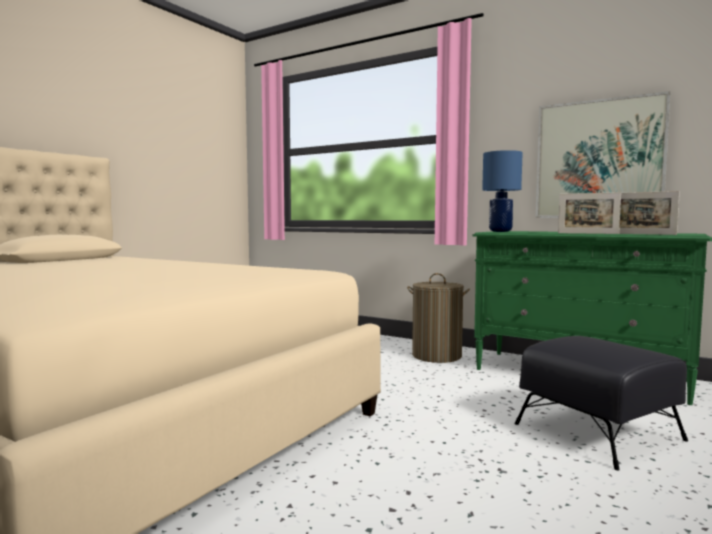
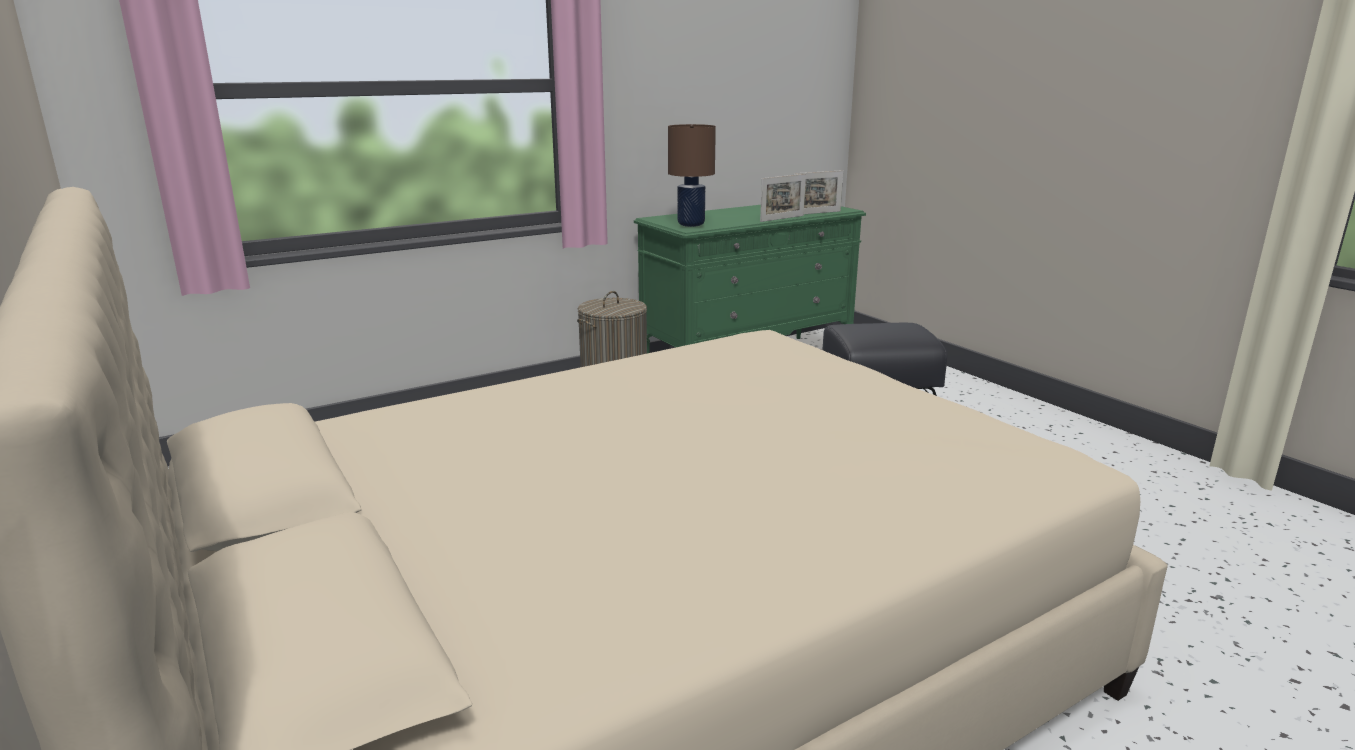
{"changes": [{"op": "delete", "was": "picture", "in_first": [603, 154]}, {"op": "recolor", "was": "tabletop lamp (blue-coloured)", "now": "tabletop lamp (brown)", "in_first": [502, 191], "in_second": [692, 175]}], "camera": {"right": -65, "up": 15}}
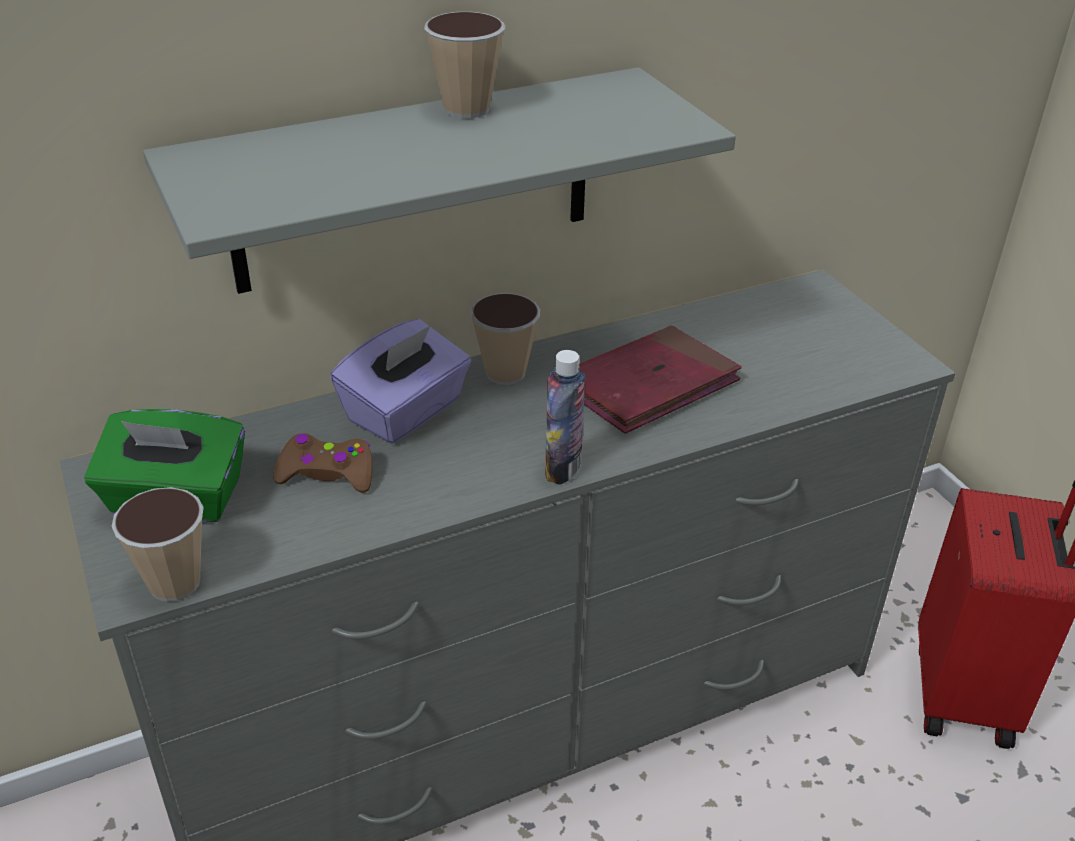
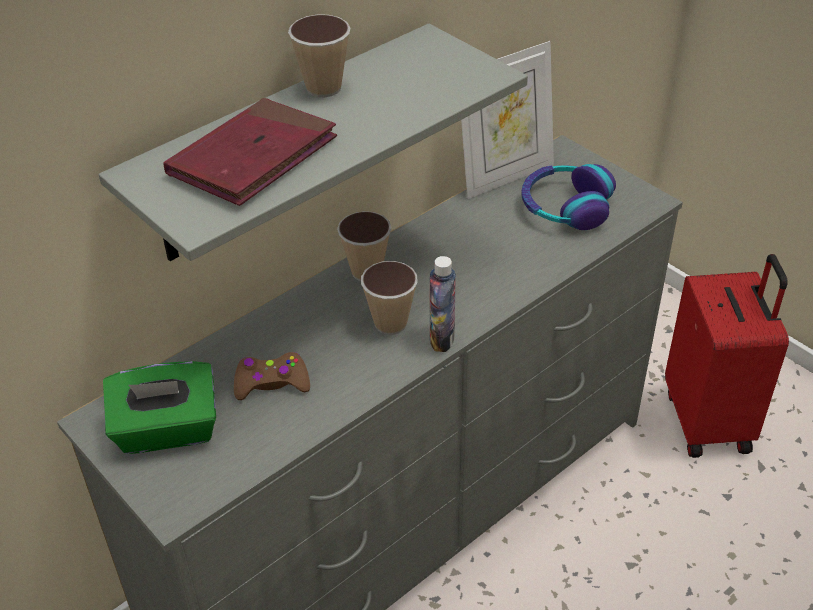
{"changes": [{"op": "delete", "was": "box of tissues (purplish)", "in_first": [400, 381]}, {"op": "insert", "now": "photo frame", "in_second": [507, 120]}, {"op": "insert", "now": "headphones", "in_second": [568, 197]}, {"op": "move", "was": "small cup", "in_first": [158, 544], "in_second": [389, 298]}, {"op": "move", "was": "book (red-coloured)", "in_first": [660, 379], "in_second": [250, 152]}], "camera": {"right": -15, "up": 5}}
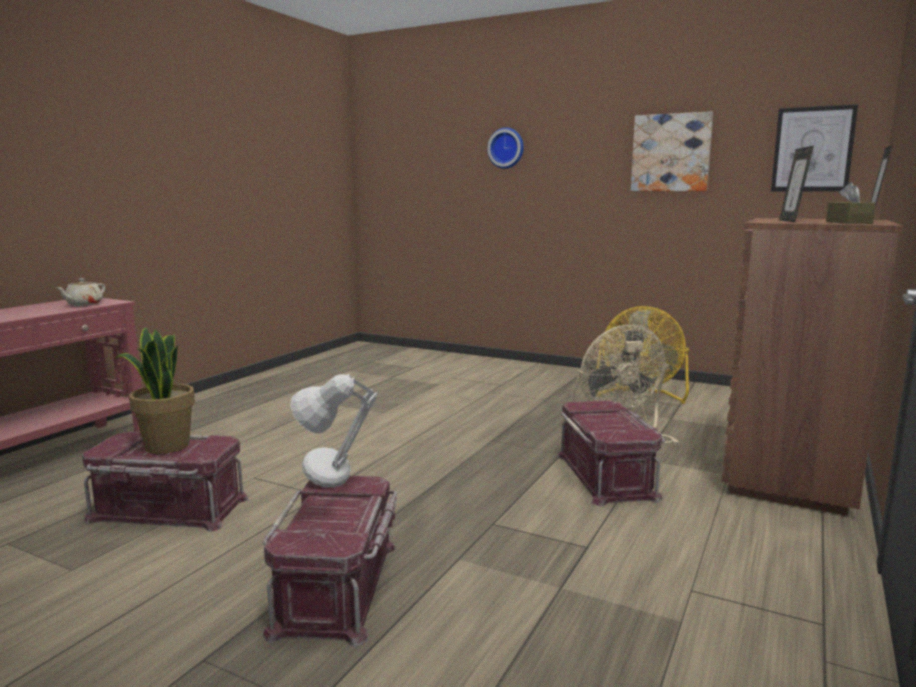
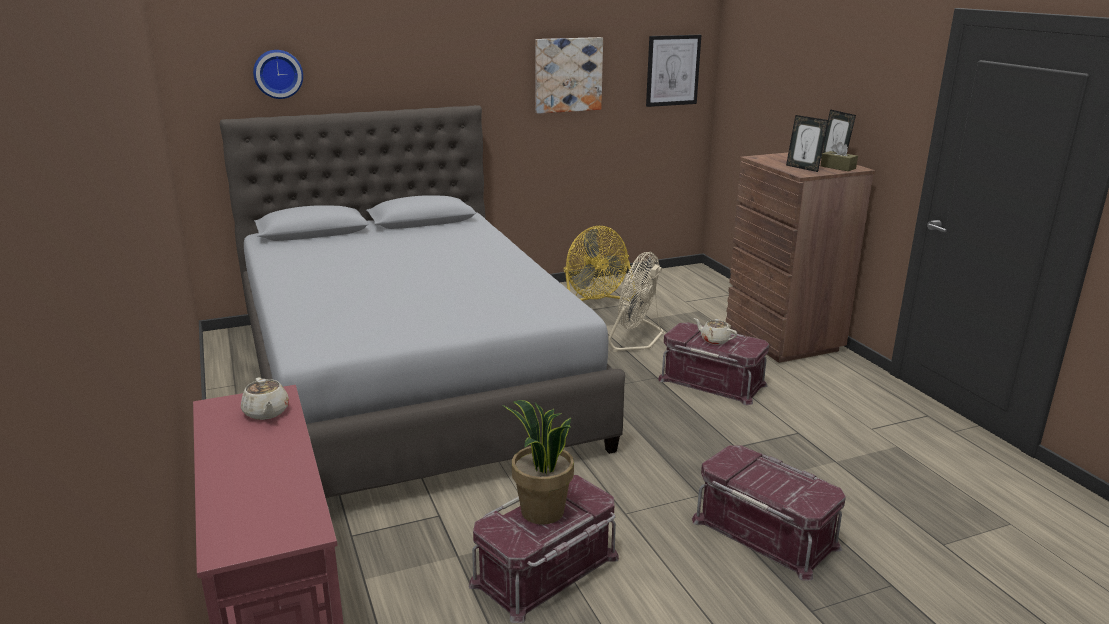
{"changes": [{"op": "delete", "was": "tabletop lamp (gray)", "in_first": [334, 431]}, {"op": "insert", "now": "bed (gray)", "in_second": [422, 301]}, {"op": "insert", "now": "tea pot (beige)", "in_second": [715, 331]}, {"op": "move", "was": "hanging clock", "in_first": [505, 148], "in_second": [278, 74]}], "camera": {"right": -50, "up": 10}}
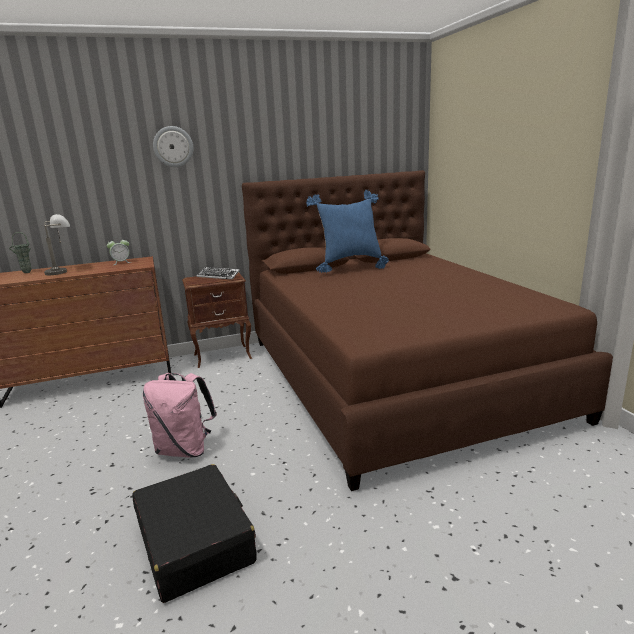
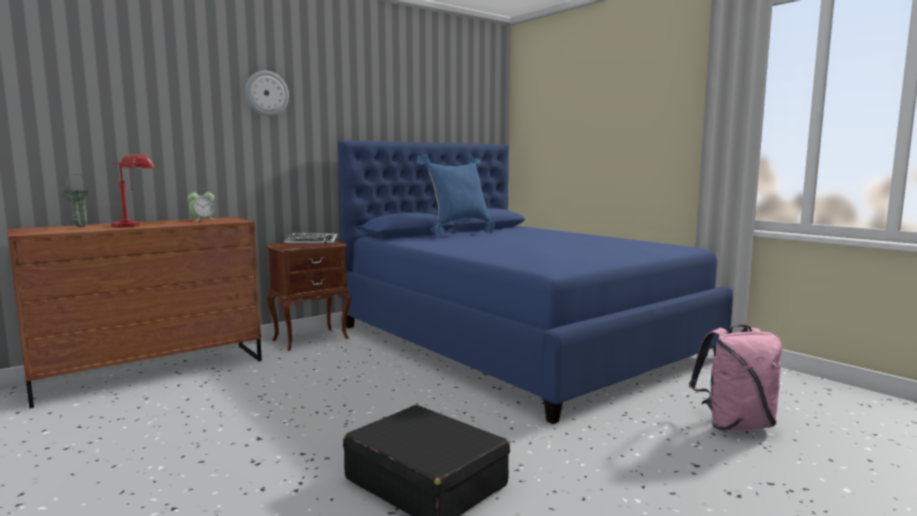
{"changes": [{"op": "move", "was": "rucksack (pink-coloured)", "in_first": [180, 415], "in_second": [735, 378]}, {"op": "recolor", "was": "tabletop lamp (gray)", "now": "tabletop lamp (red-coloured)", "in_first": [57, 244], "in_second": [133, 190]}, {"op": "recolor", "was": "bed (brown)", "now": "bed (blue-coloured)", "in_first": [427, 330], "in_second": [535, 282]}], "camera": {"right": -20, "up": -10}}
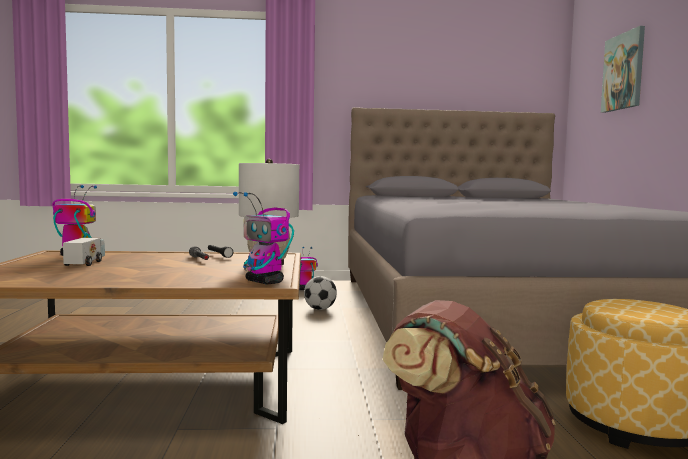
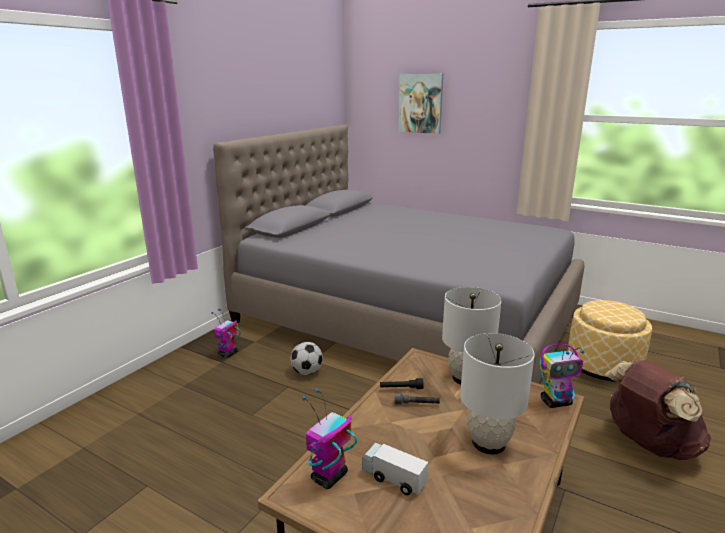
{"changes": [{"op": "insert", "now": "tabletop lamp (whitish)", "in_second": [497, 393]}], "camera": {"right": -55, "up": 15}}
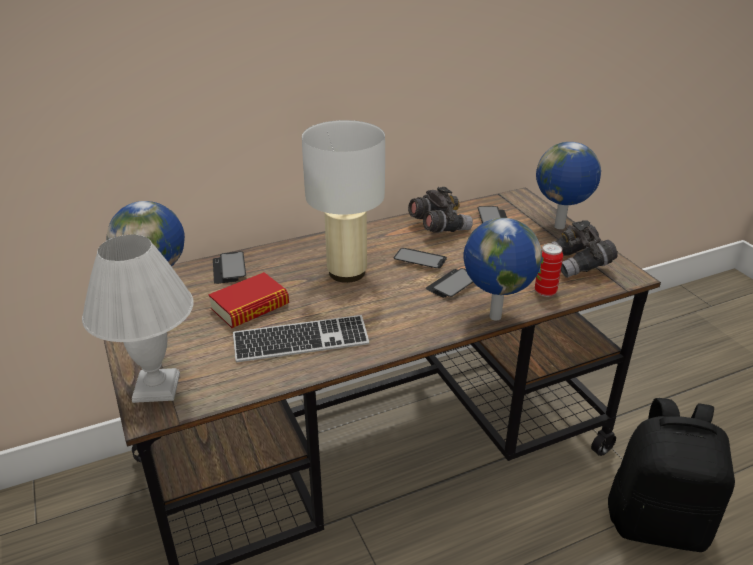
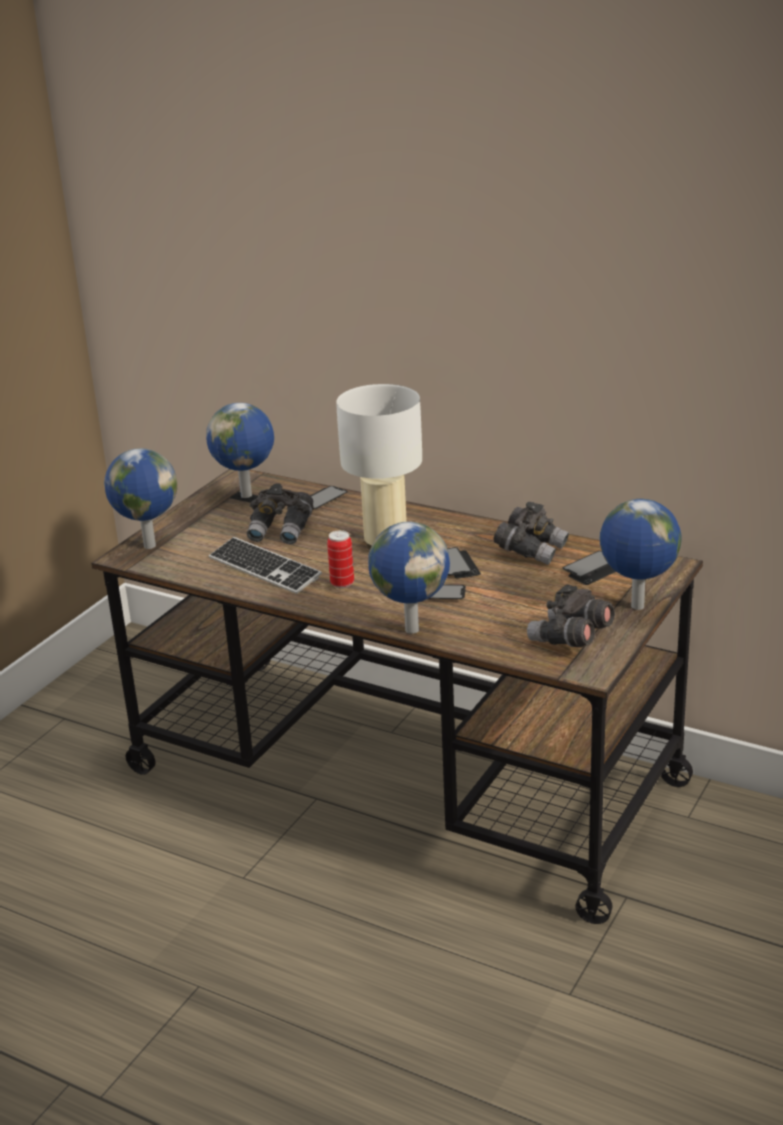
{"changes": [{"op": "delete", "was": "rucksack (black)", "in_first": [671, 475]}, {"op": "move", "was": "metal can", "in_first": [549, 270], "in_second": [340, 559]}, {"op": "replace", "was": "tabletop lamp (whitish)", "now": "globe", "in_first": [138, 319], "in_second": [141, 498]}, {"op": "replace", "was": "book", "now": "field glasses (gray)", "in_first": [249, 300], "in_second": [280, 513]}], "camera": {"right": 55, "up": -5}}
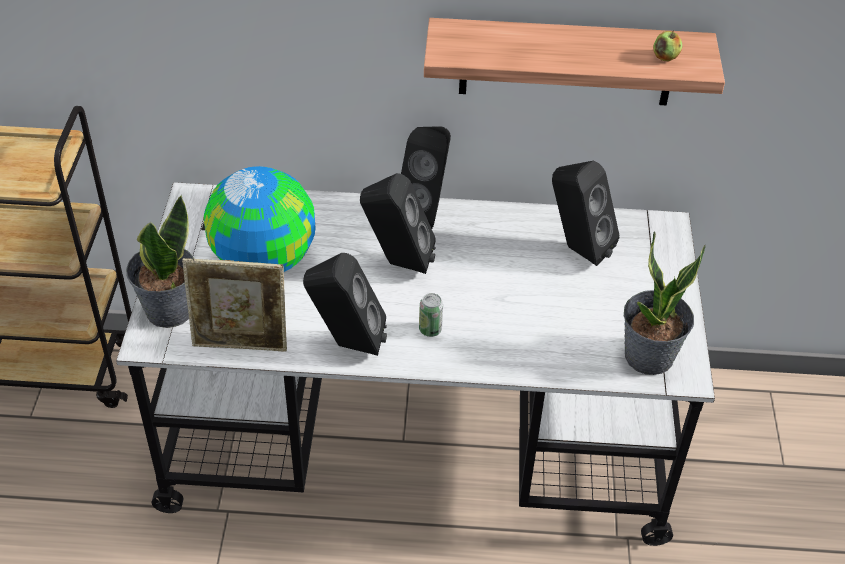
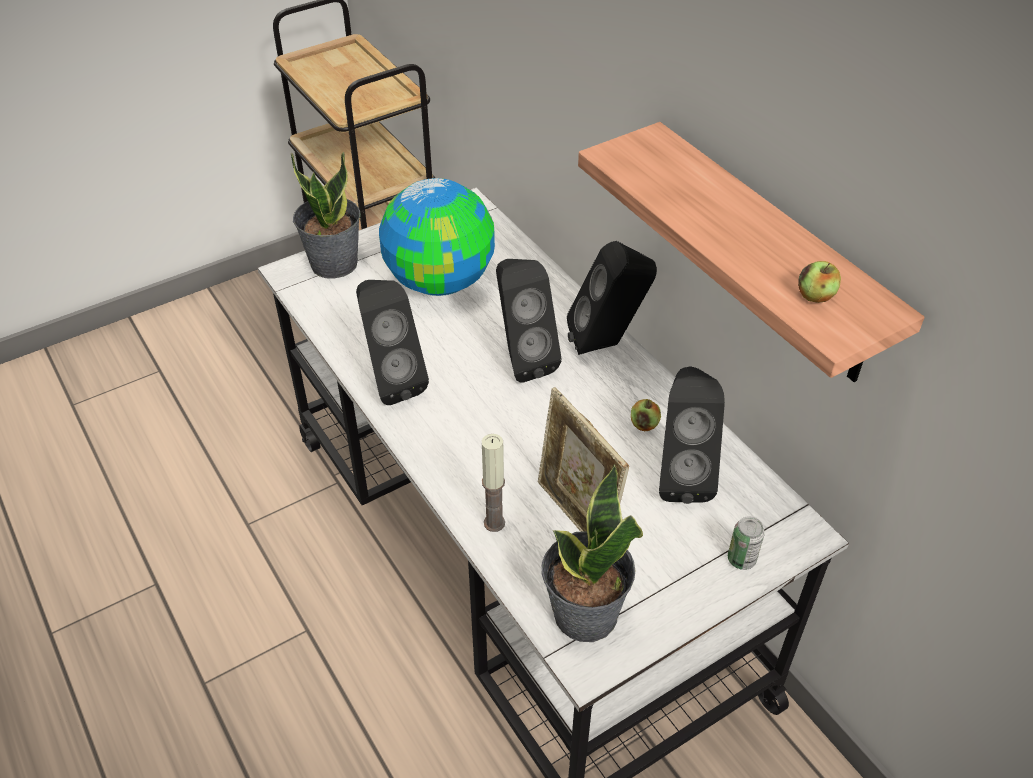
{"changes": [{"op": "insert", "now": "wax light", "in_second": [493, 483]}, {"op": "insert", "now": "whole apple", "in_second": [646, 415]}, {"op": "move", "was": "photo frame", "in_first": [234, 305], "in_second": [583, 459]}, {"op": "move", "was": "metal can", "in_first": [431, 315], "in_second": [746, 543]}], "camera": {"right": 55, "up": 0}}
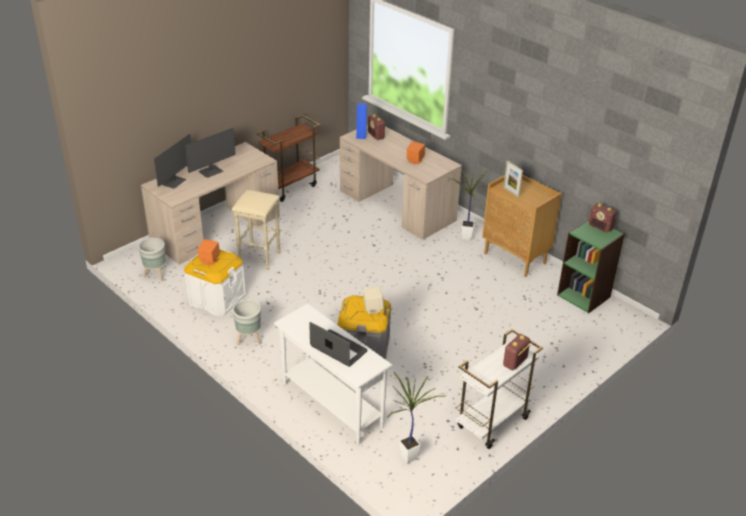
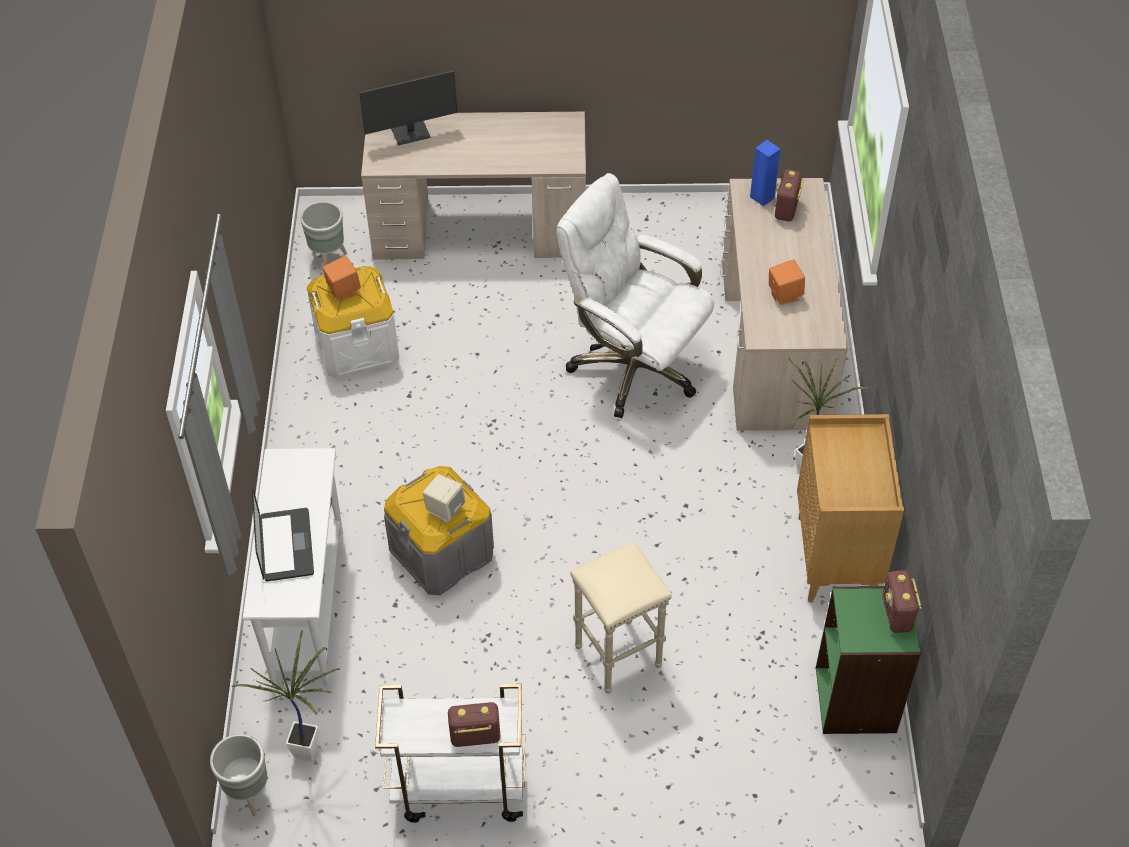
{"changes": [{"op": "delete", "was": "computer display", "in_first": [210, 153]}, {"op": "delete", "was": "wheeled cart (brown)", "in_first": [288, 158]}, {"op": "delete", "was": "photo frame", "in_first": [513, 179]}, {"op": "insert", "now": "office chair (whitish)", "in_second": [635, 295]}, {"op": "move", "was": "stool seat (beige)", "in_first": [256, 230], "in_second": [621, 618]}, {"op": "move", "was": "flower pot (gray)", "in_first": [247, 322], "in_second": [239, 775]}], "camera": {"right": 45, "up": 15}}
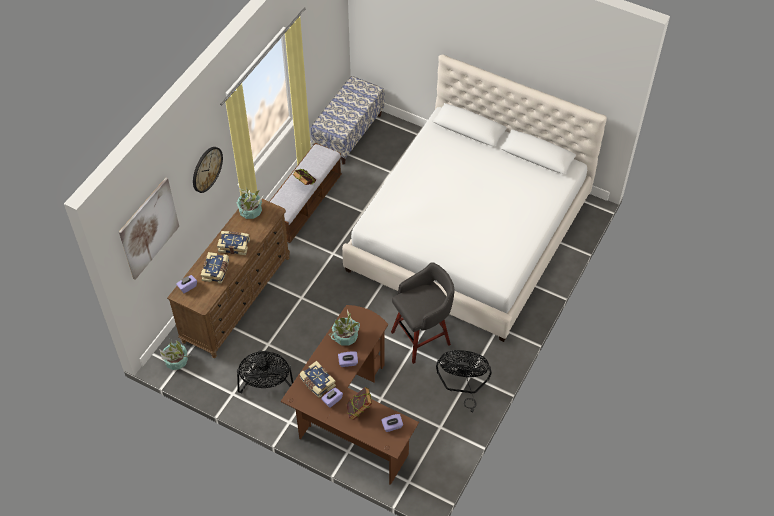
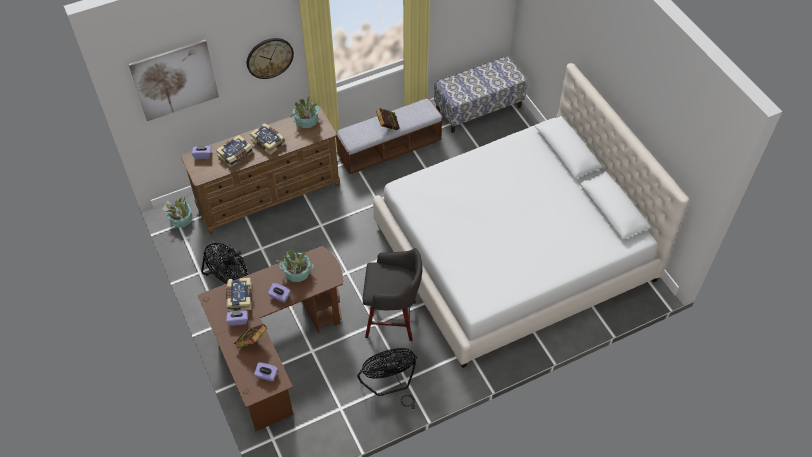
{"changes": [{"op": "rotate", "was": "electric fan (black)", "in_first": [464, 381], "in_second": [387, 378], "clockwise": -60}], "camera": {"right": 35, "up": 0}}
